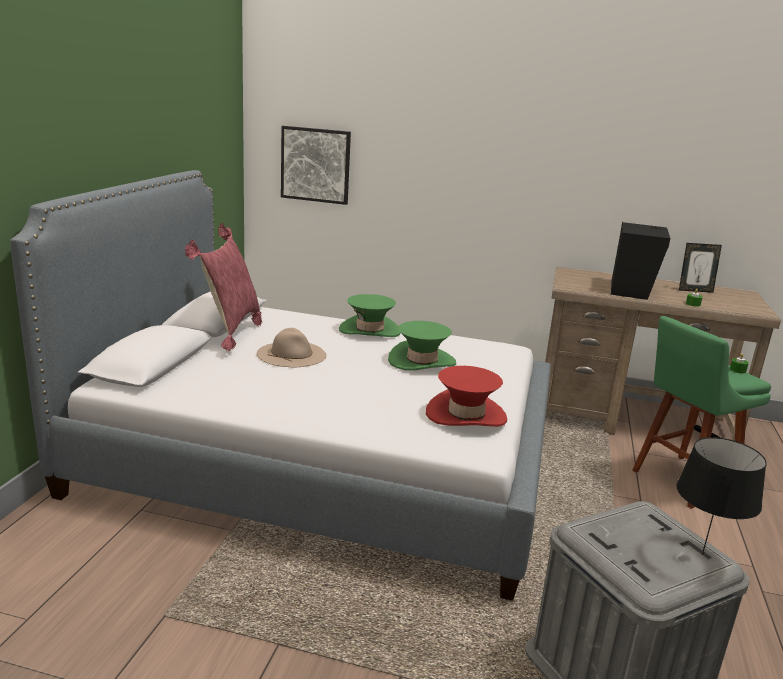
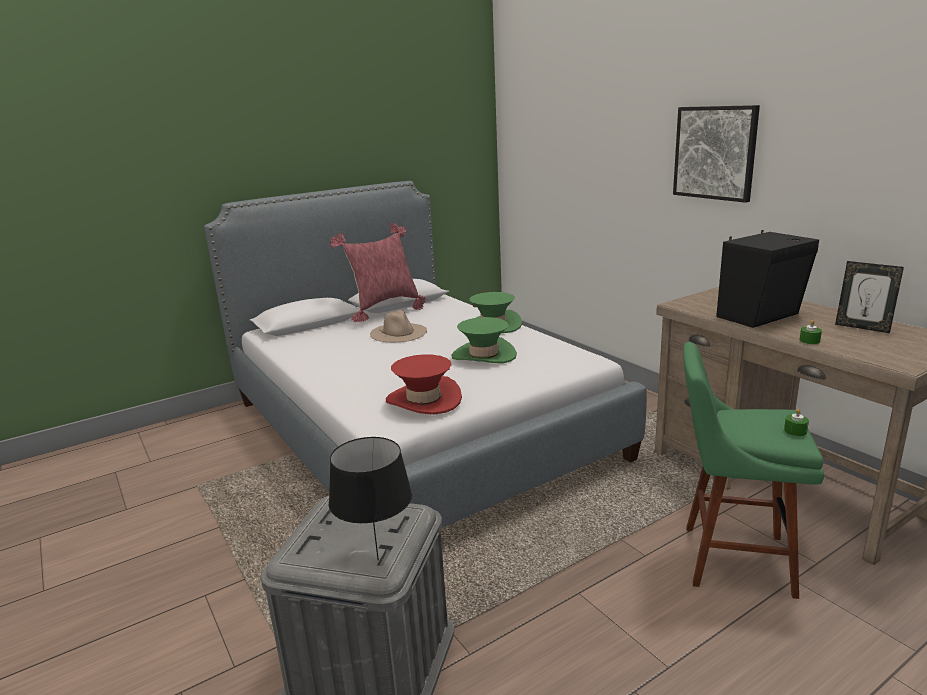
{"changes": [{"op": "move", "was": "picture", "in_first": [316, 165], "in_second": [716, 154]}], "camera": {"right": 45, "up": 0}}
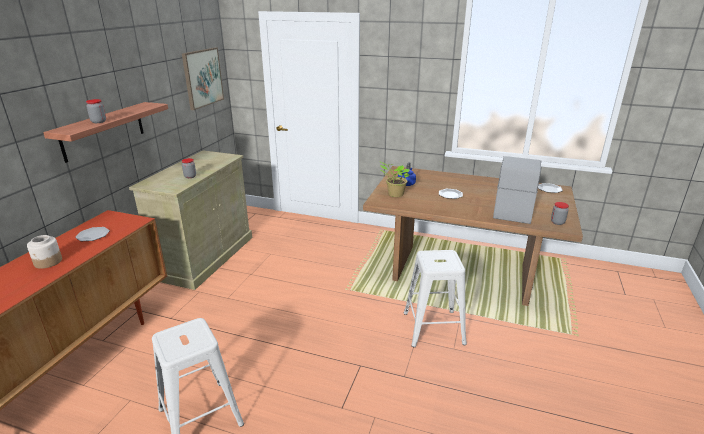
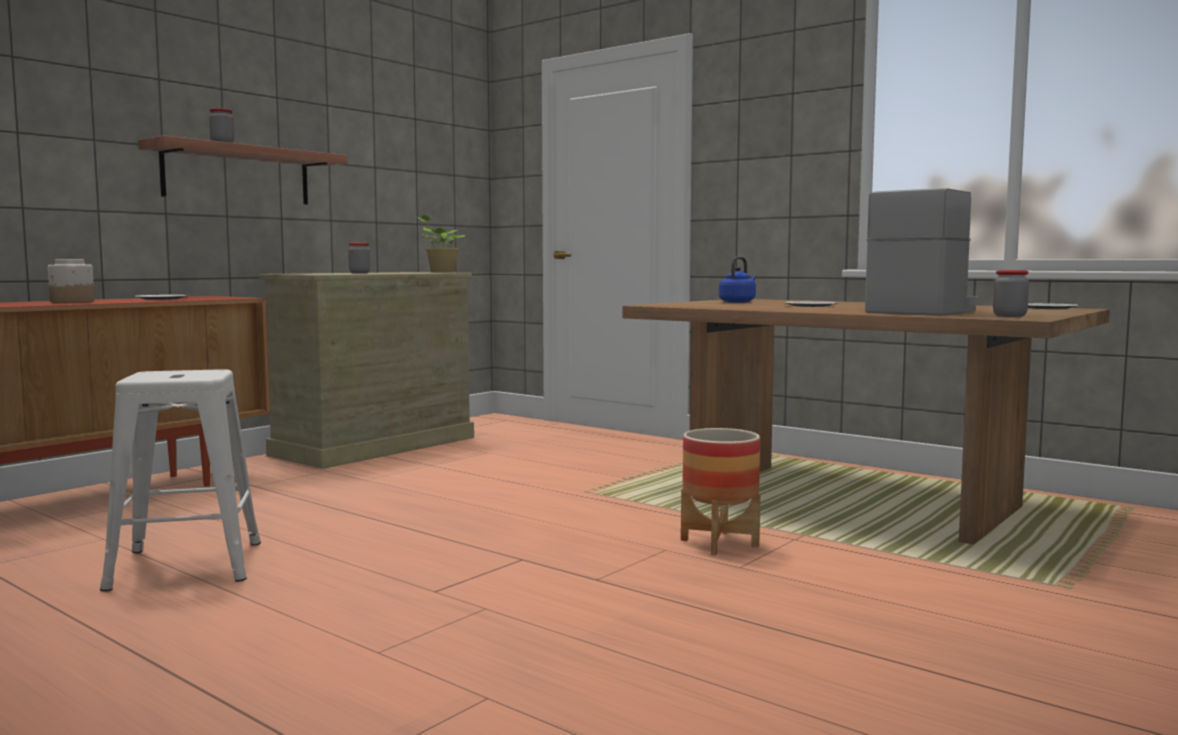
{"changes": [{"op": "delete", "was": "picture", "in_first": [203, 78]}, {"op": "move", "was": "plant in a pot", "in_first": [394, 179], "in_second": [441, 244]}, {"op": "replace", "was": "stool seat (whitish)", "now": "flower pot", "in_first": [435, 298], "in_second": [721, 491]}], "camera": {"right": 20, "up": -20}}
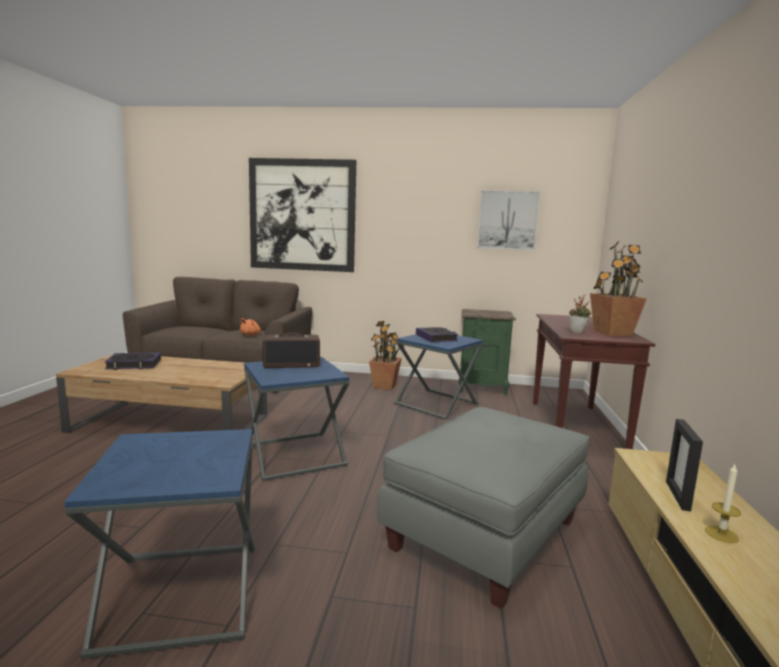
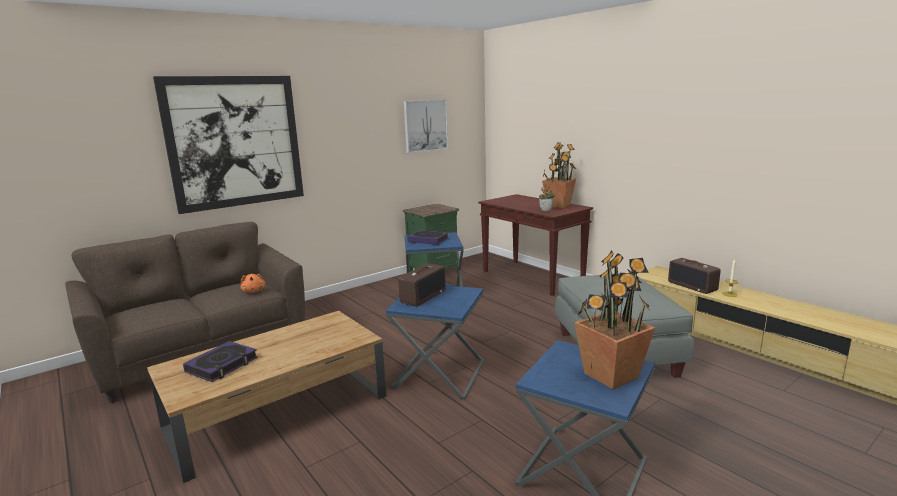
{"changes": [{"op": "move", "was": "plant in a pot", "in_first": [386, 355], "in_second": [614, 319]}, {"op": "replace", "was": "photo frame", "now": "radio receiver", "in_first": [684, 465], "in_second": [694, 276]}], "camera": {"right": -45, "up": 5}}
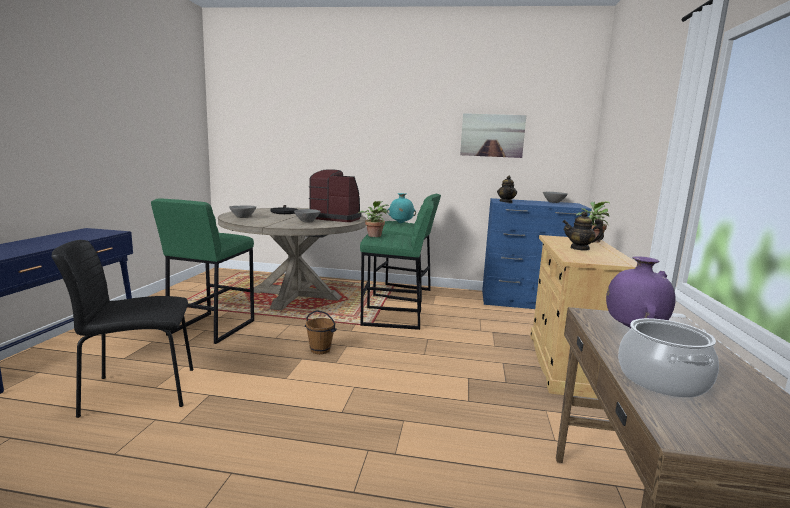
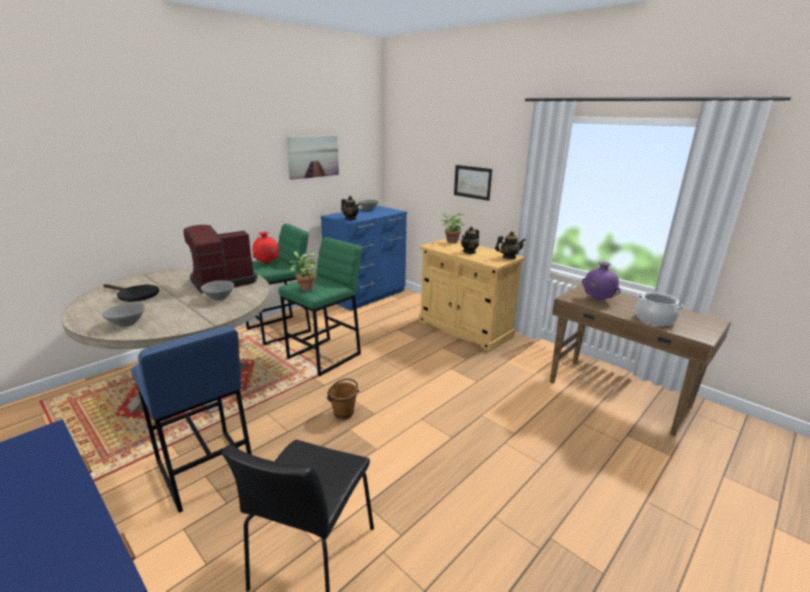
{"changes": [{"op": "insert", "now": "picture", "in_second": [473, 183]}, {"op": "insert", "now": "tea pot", "in_second": [510, 245]}, {"op": "recolor", "was": "stool seat (greenish)", "now": "stool seat (blue-coloured)", "in_first": [202, 271], "in_second": [191, 419]}, {"op": "recolor", "was": "decorative vase (blue-green)", "now": "decorative vase (red-coloured)", "in_first": [401, 208], "in_second": [265, 248]}], "camera": {"right": -55, "up": 10}}
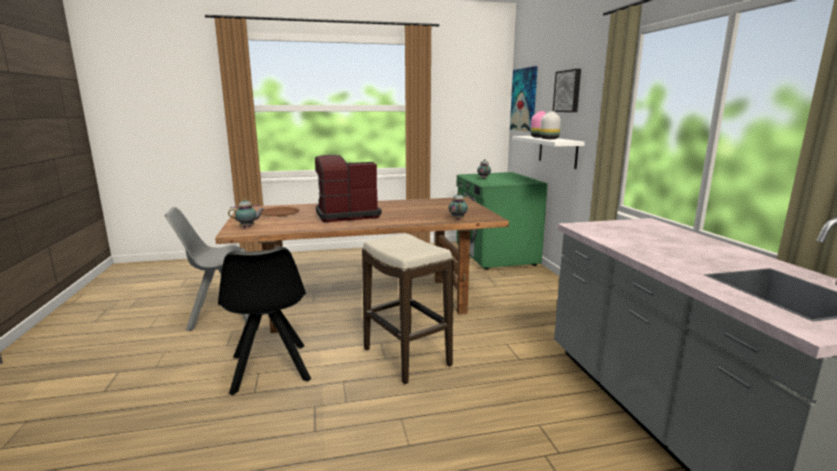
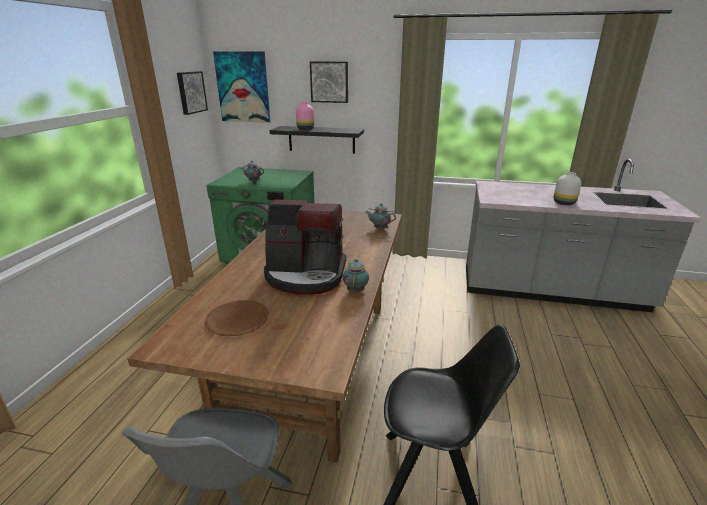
{"changes": [{"op": "delete", "was": "stool seat", "in_first": [407, 309]}, {"op": "insert", "now": "picture", "in_second": [192, 93]}, {"op": "move", "was": "tea pot", "in_first": [246, 213], "in_second": [356, 275]}, {"op": "move", "was": "decorative vase (whitish)", "in_first": [550, 125], "in_second": [567, 188]}, {"op": "recolor", "was": "bracket shelf (whitish)", "now": "bracket shelf (black)", "in_first": [548, 152], "in_second": [316, 140]}, {"op": "rotate", "was": "coffee maker", "in_first": [348, 188], "in_second": [305, 247], "clockwise": -90}], "camera": {"right": -65, "up": 10}}
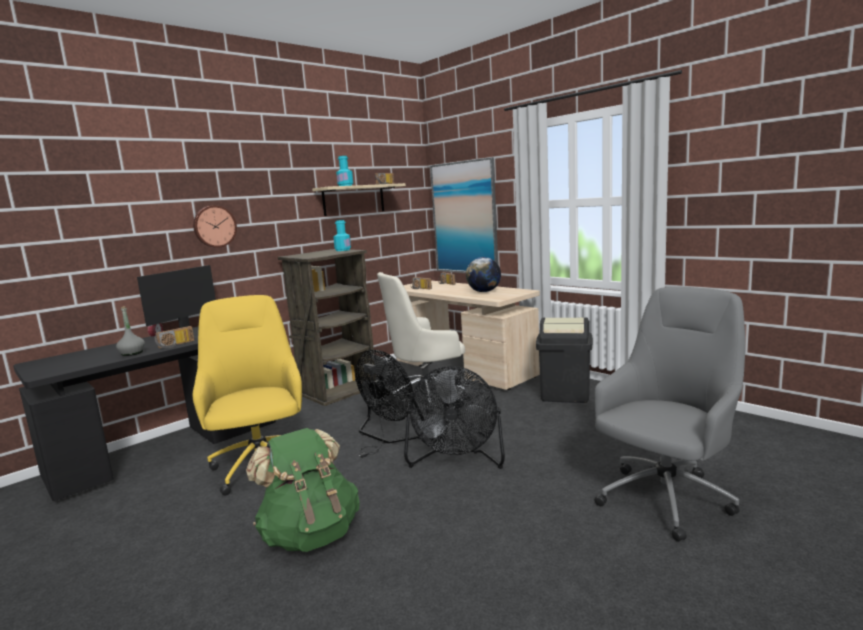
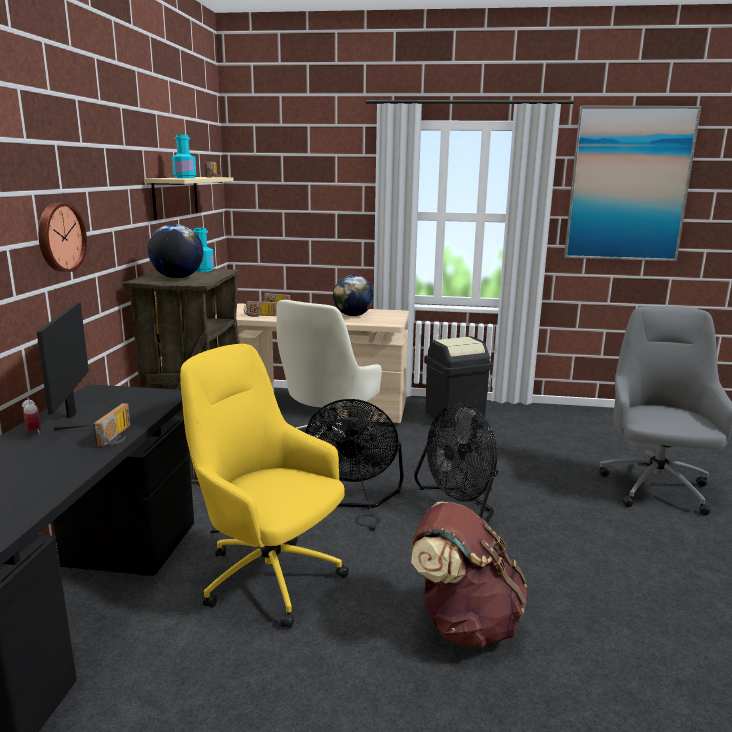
{"changes": [{"op": "delete", "was": "beverage bottle (gray)", "in_first": [130, 331]}, {"op": "insert", "now": "globe", "in_second": [176, 251]}, {"op": "move", "was": "picture", "in_first": [464, 215], "in_second": [632, 183]}, {"op": "recolor", "was": "rucksack (greenish)", "now": "rucksack (brown)", "in_first": [303, 490], "in_second": [469, 575]}, {"op": "rotate", "was": "electric fan (black)", "in_first": [454, 417], "in_second": [456, 463], "clockwise": 90}], "camera": {"right": -40, "up": 5}}
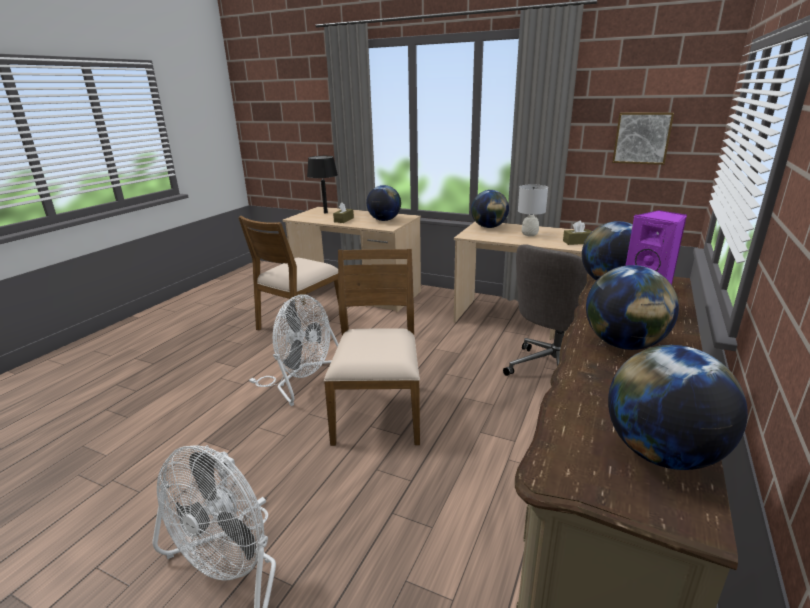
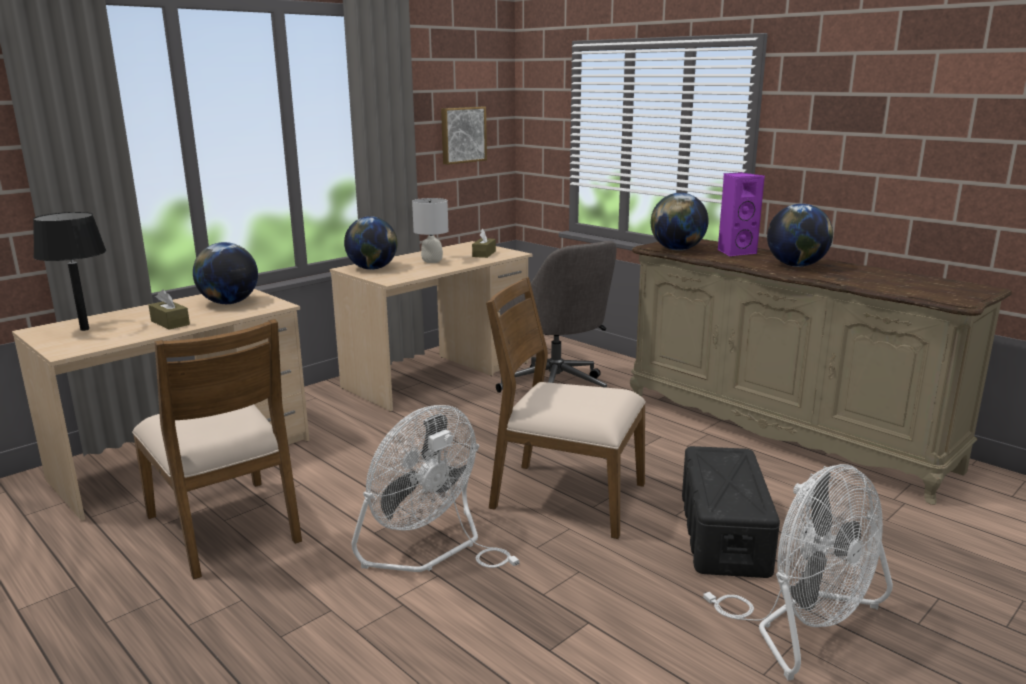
{"changes": [{"op": "delete", "was": "globe", "in_first": [678, 407]}, {"op": "insert", "now": "storage box (black)", "in_second": [731, 512]}, {"op": "rotate", "was": "electric fan (whitish)", "in_first": [294, 350], "in_second": [435, 488], "clockwise": -90}], "camera": {"right": -70, "up": -5}}
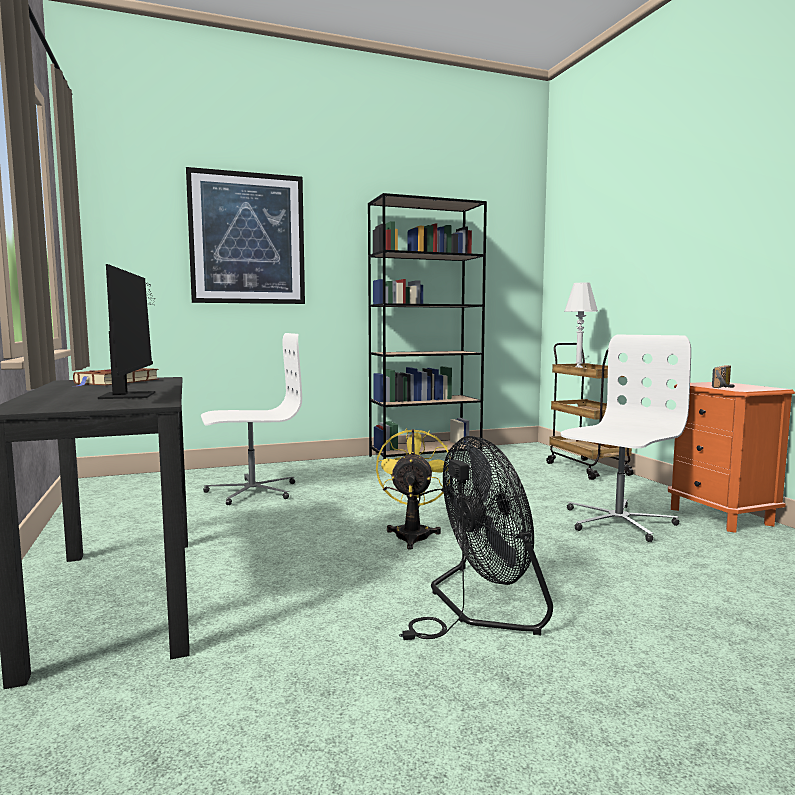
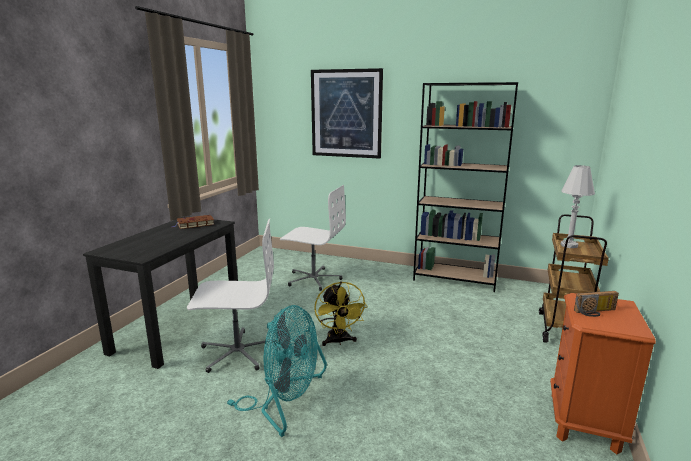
{"changes": [{"op": "delete", "was": "computer display", "in_first": [126, 331]}, {"op": "move", "was": "office chair (whitish)", "in_first": [626, 438], "in_second": [232, 296]}, {"op": "recolor", "was": "electric fan (black)", "now": "electric fan (blue-green)", "in_first": [476, 538], "in_second": [277, 371]}, {"op": "rotate", "was": "electric fan (yellow-coloured)", "in_first": [413, 489], "in_second": [341, 313], "clockwise": 120}], "camera": {"right": 40, "up": 10}}
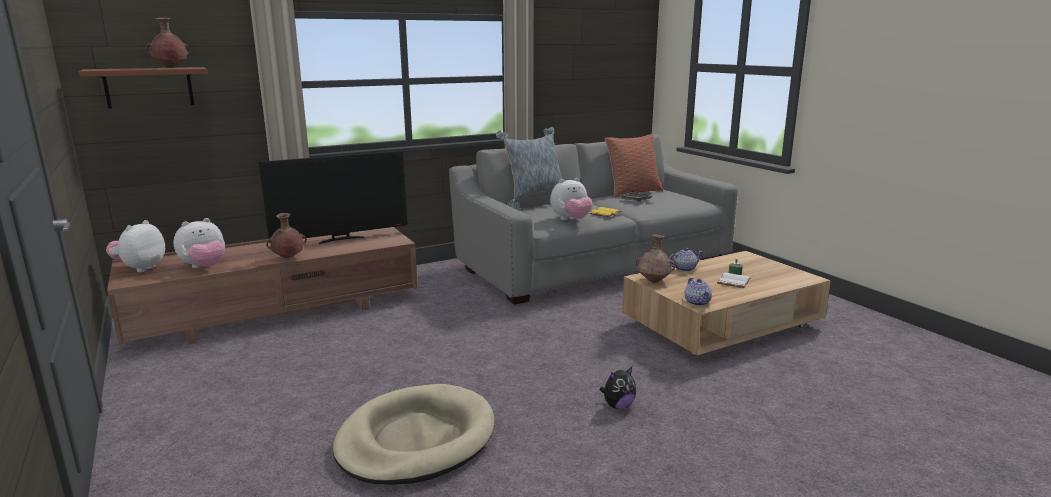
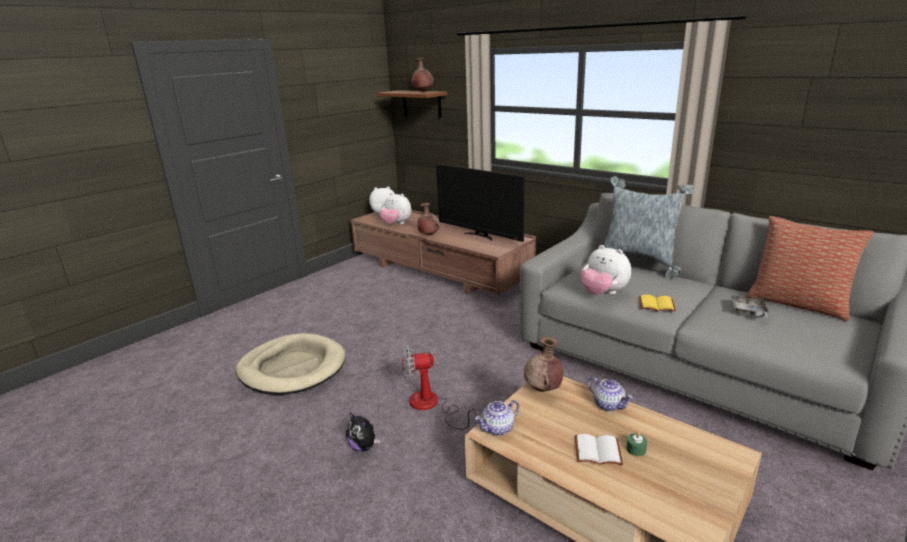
{"changes": [{"op": "insert", "now": "electric fan", "in_second": [439, 387]}], "camera": {"right": 70, "up": 5}}
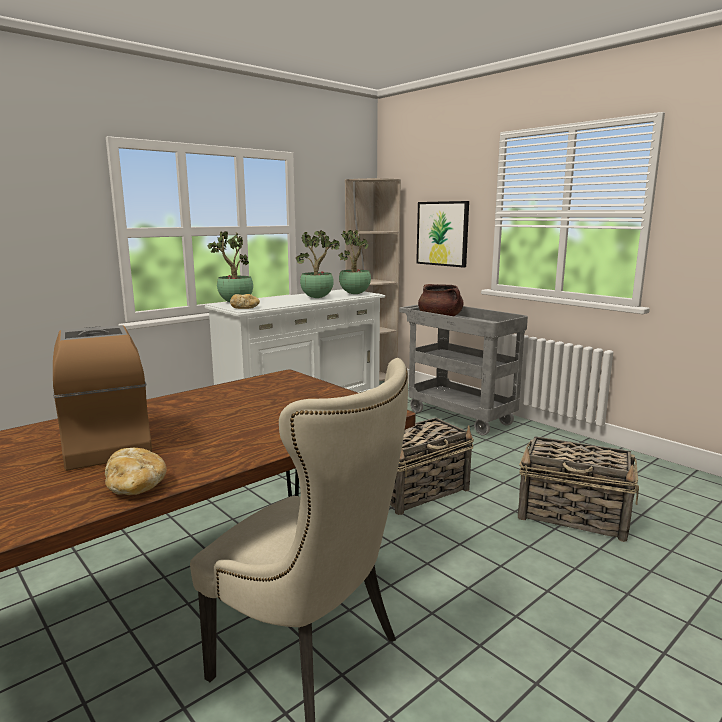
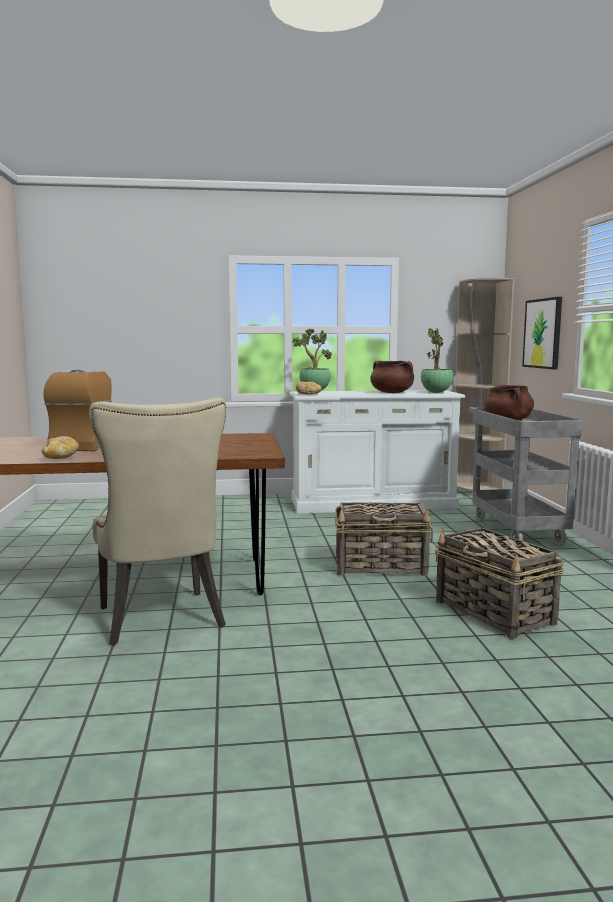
{"changes": [{"op": "replace", "was": "plant in a pot", "now": "saucepot (brown)", "in_first": [317, 264], "in_second": [392, 377]}], "camera": {"right": 35, "up": -5}}
